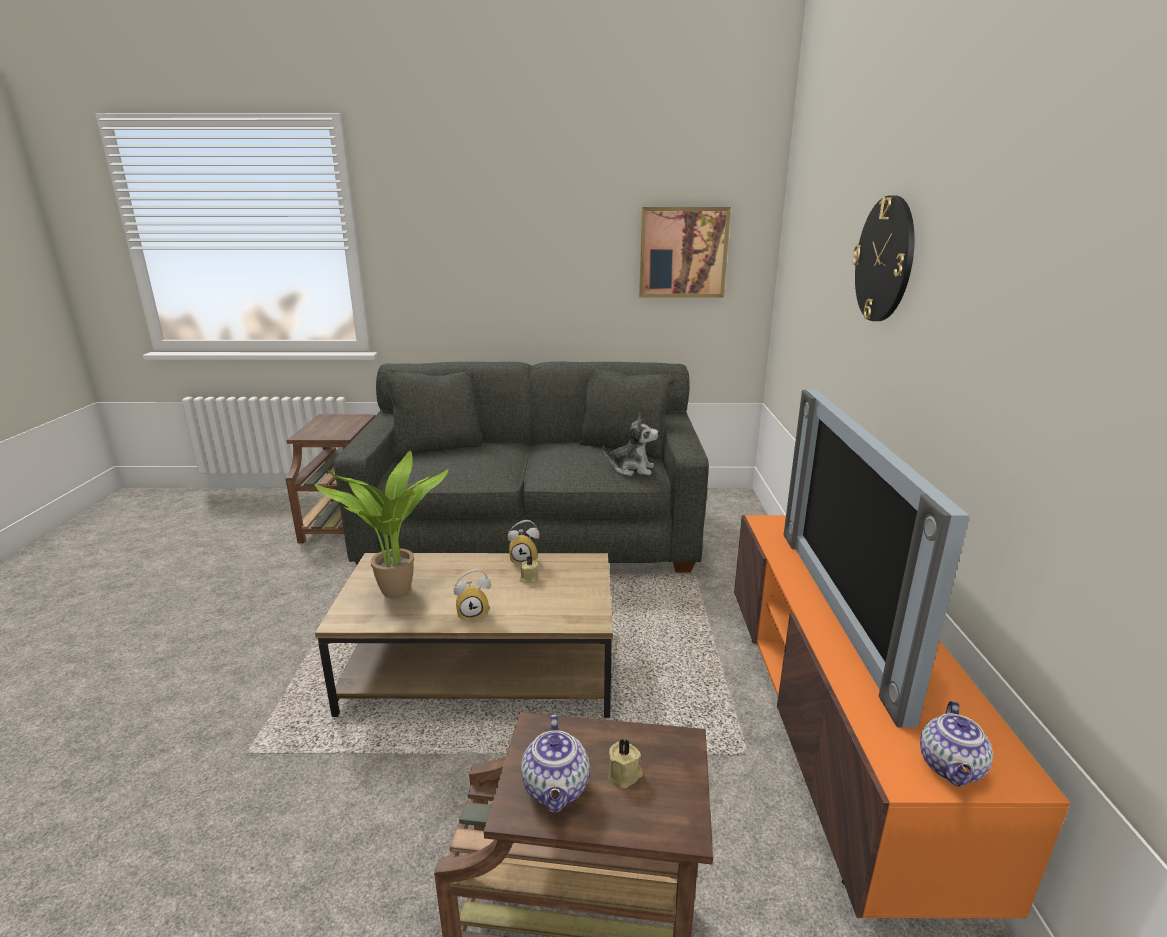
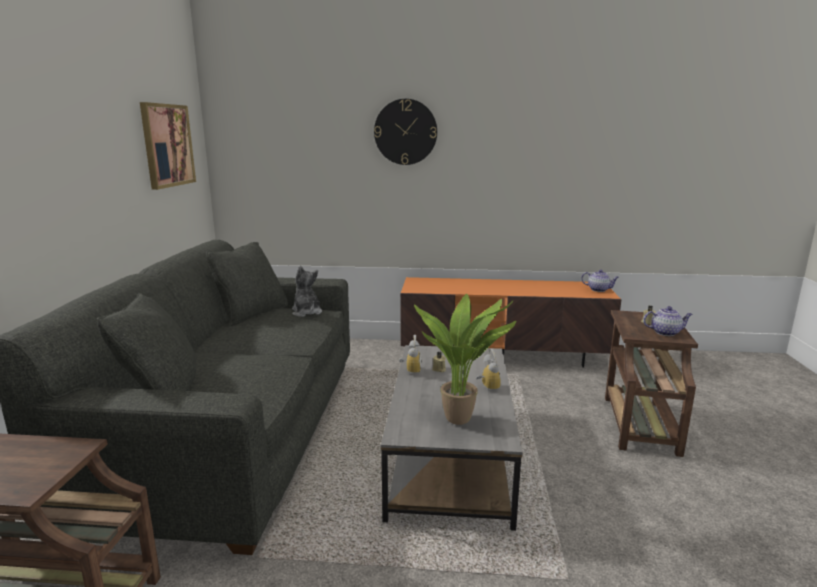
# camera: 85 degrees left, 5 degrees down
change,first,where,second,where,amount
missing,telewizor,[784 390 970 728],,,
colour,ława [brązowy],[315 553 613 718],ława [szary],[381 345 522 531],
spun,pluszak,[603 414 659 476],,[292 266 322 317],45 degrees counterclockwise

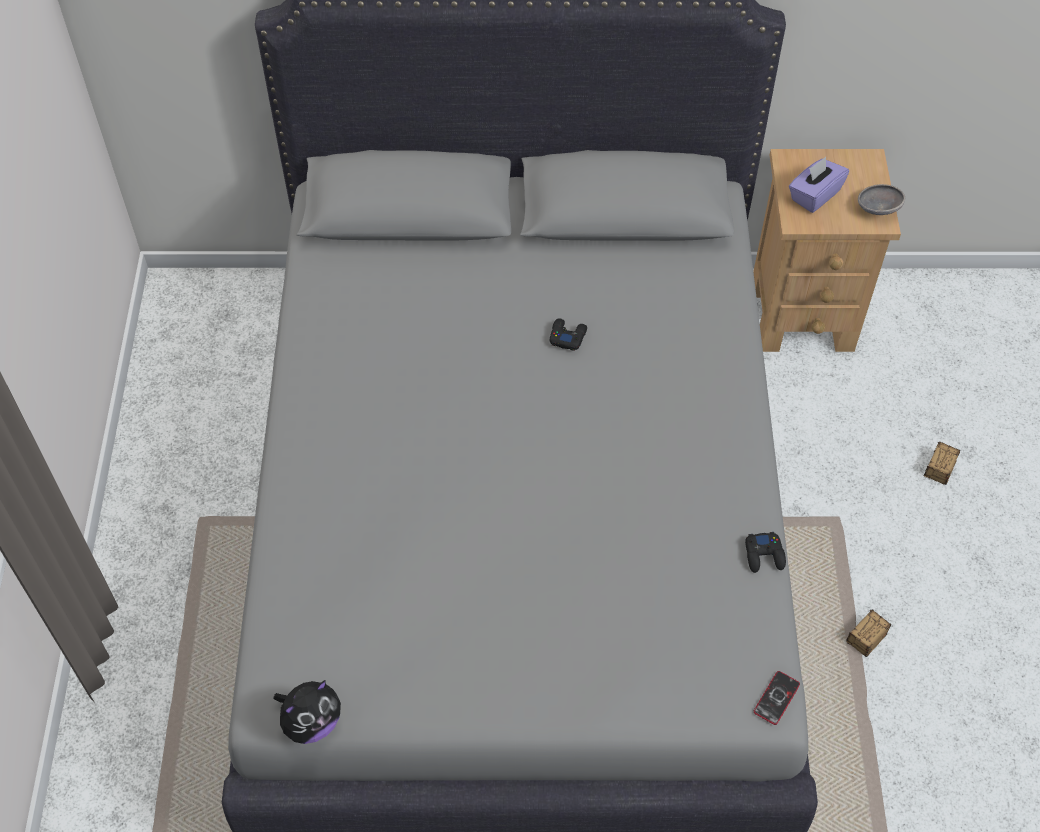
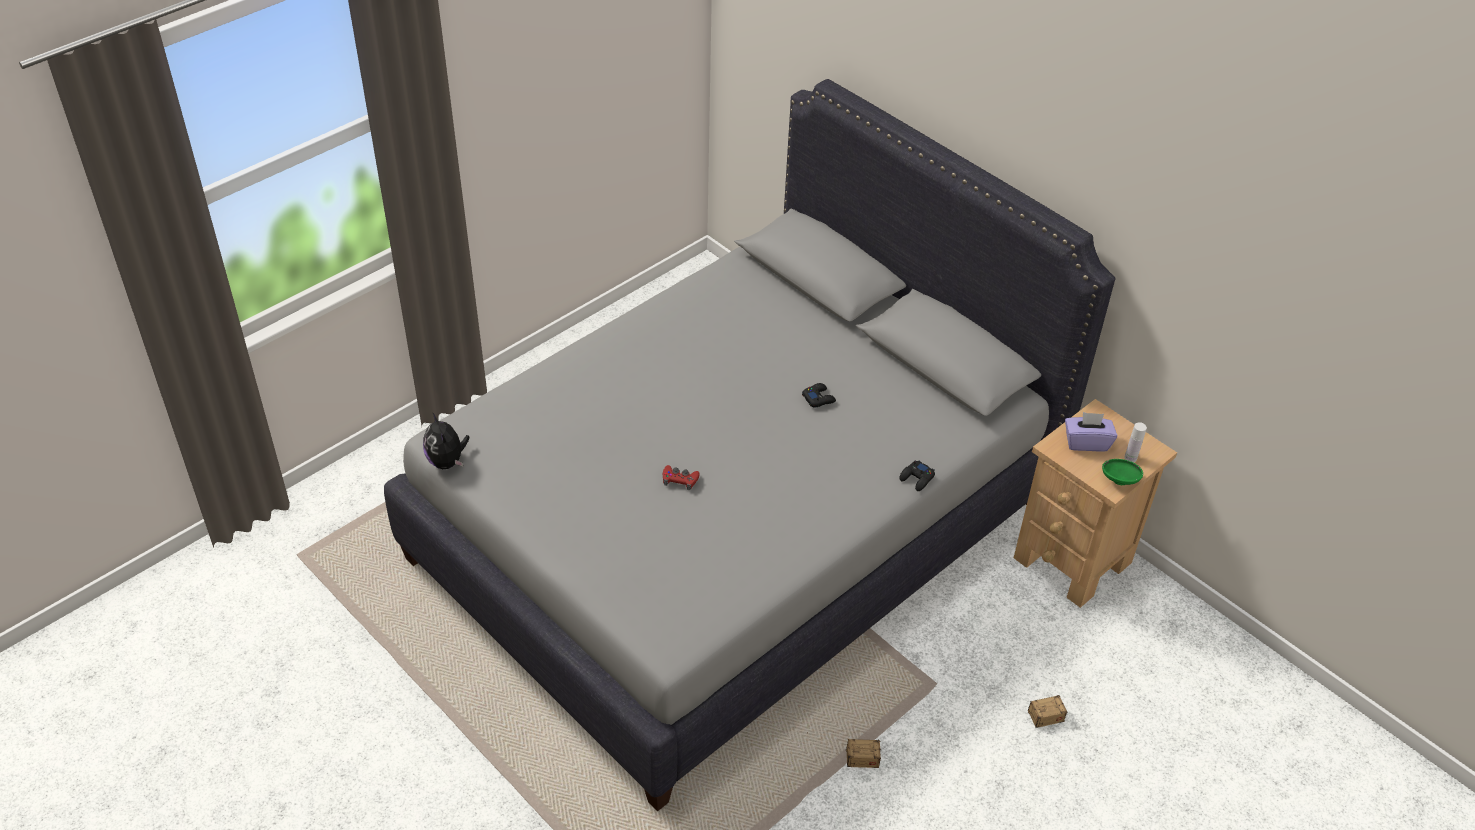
# camera: 45 degrees right, 10 degrees down
change,first,where,second,where,amount
missing,telefon,[754 671 800 725],,,
appeared,,,pad do gier [czerwony],[663 465 699 490],
appeared,,,butelka [biały],[1124 422 1147 463],
relocated,pad do gier [czarny],[745 532 786 573],,[899 461 935 491],
colour,miska [szary],[858 184 905 215],miska [zielony],[1102 459 1143 485],
spun,pluszak,[273 680 341 744],,[423 412 469 469],60 degrees clockwise

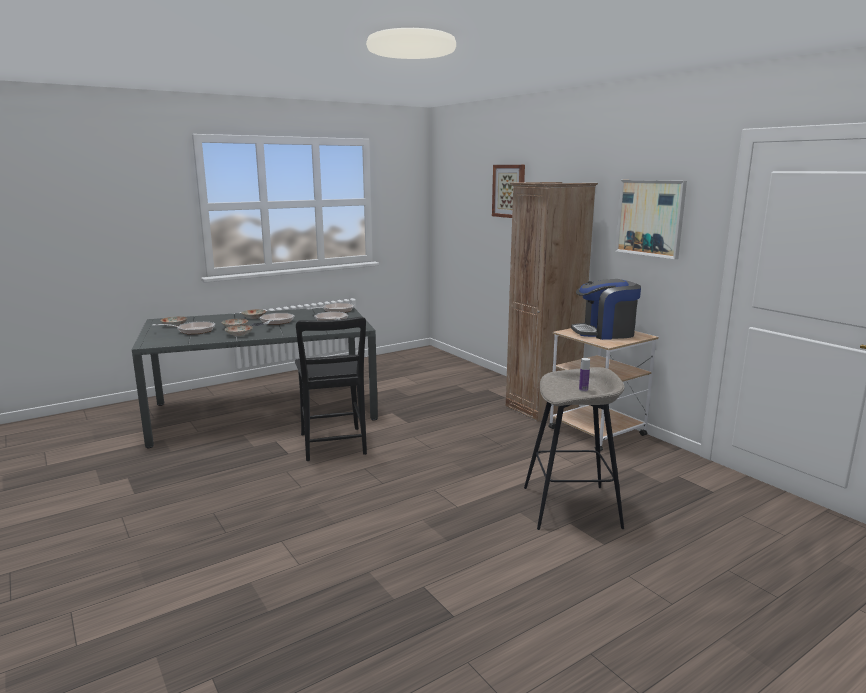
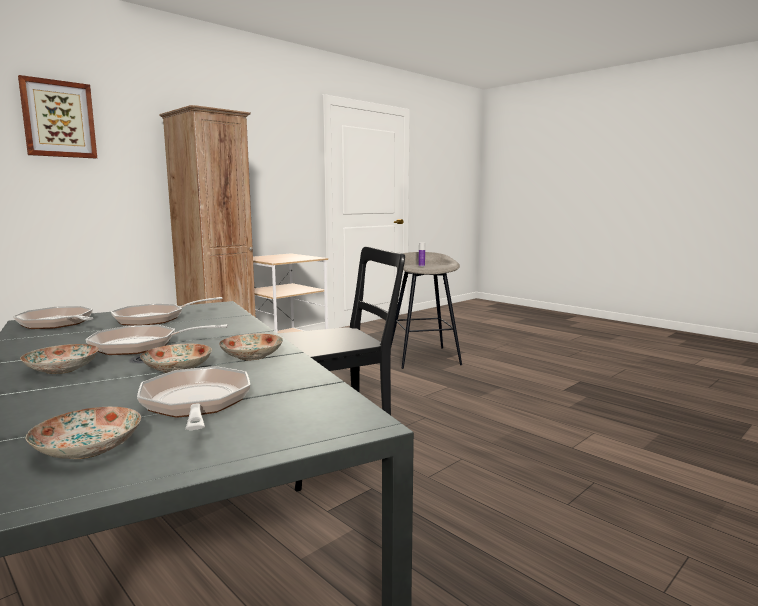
# camera: 100 degrees left, 5 degrees down
change,first,where,second,where,amount
missing,ekspres do kawy,[571 279 641 340],,,
missing,obraz,[615 180 687 259],,,

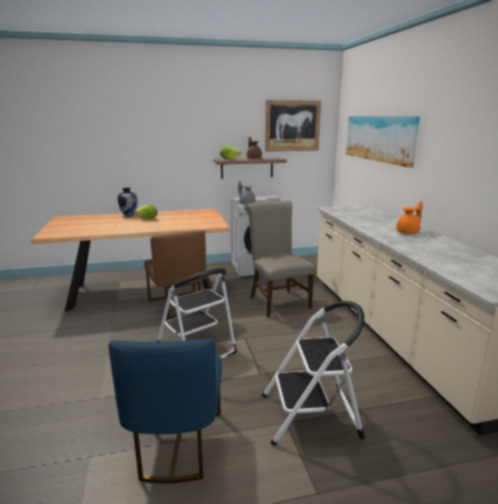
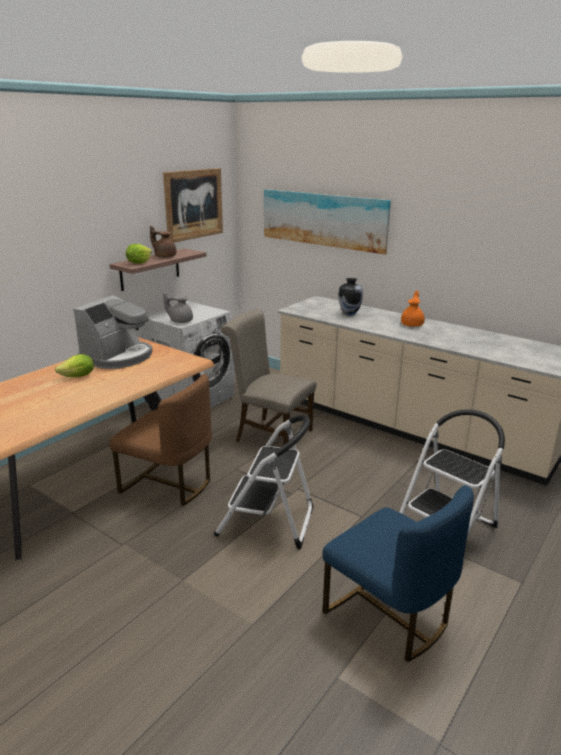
# camera: 40 degrees left, 5 degrees up
change,first,where,second,where,amount
appeared,,,ekspres do kawy,[73 295 153 369],
relocated,wazon,[118 188 137 216],,[338 278 363 316],

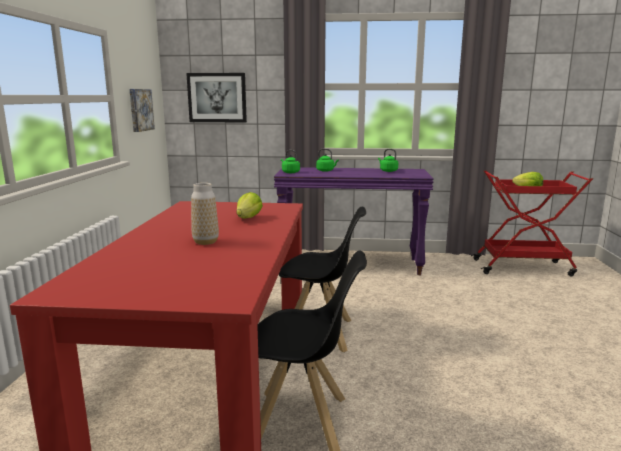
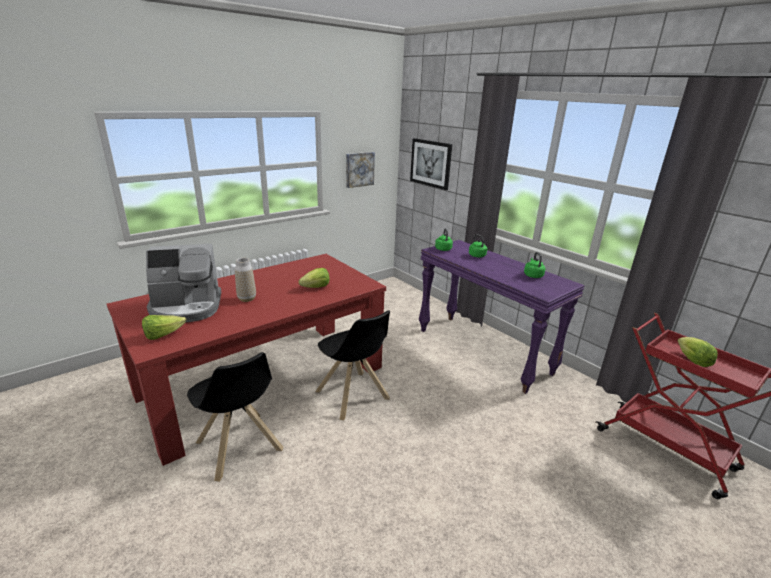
# camera: 45 degrees right, 10 degrees up
change,first,where,second,where,amount
appeared,,,sałata,[142 315 186 340],
appeared,,,ekspres do kawy,[146 244 221 322],

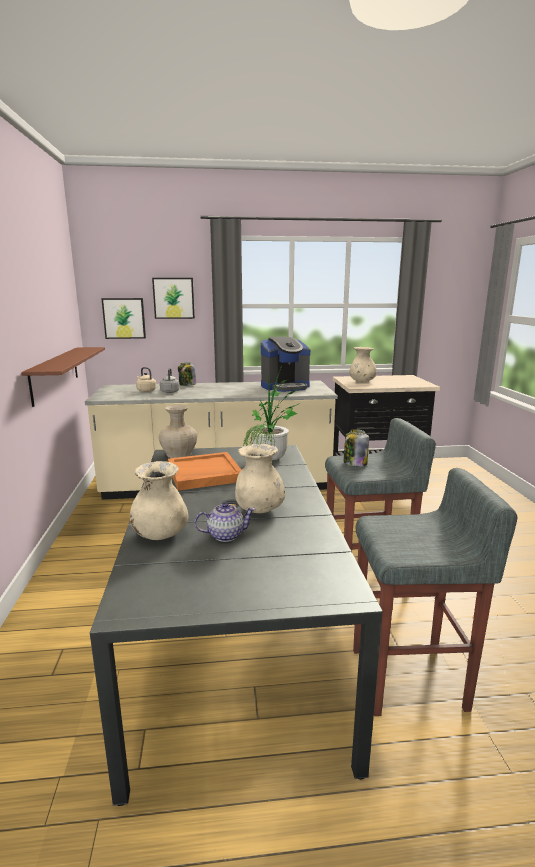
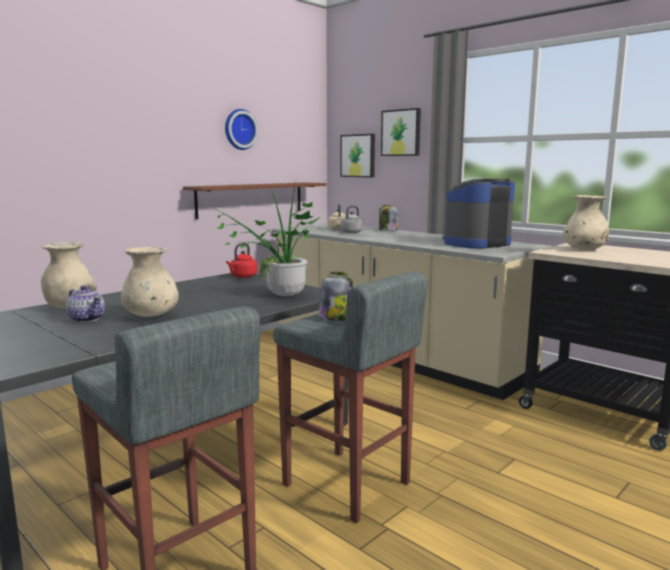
# camera: 50 degrees right, 5 degrees down
change,first,where,second,where,amount
missing,taca [pomarańczowy],[168 452 241 491],,,
appeared,,,zegar ścienny,[225 109 258 150],
exchanged,wazon [beżowy],[159 405 197 458],czajnik [czerwony],[226 243 258 278],
spun,ekspres do kawy,[261 337 310 392],,[442 178 515 249],120 degrees clockwise

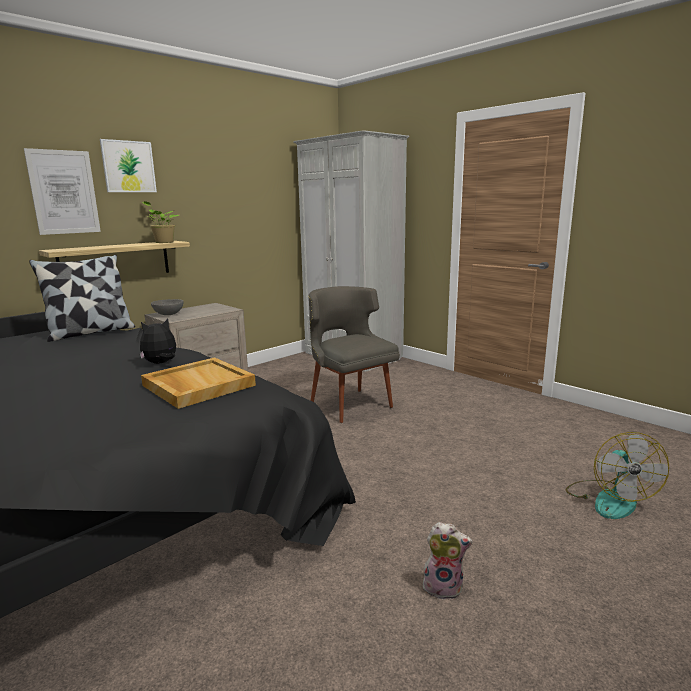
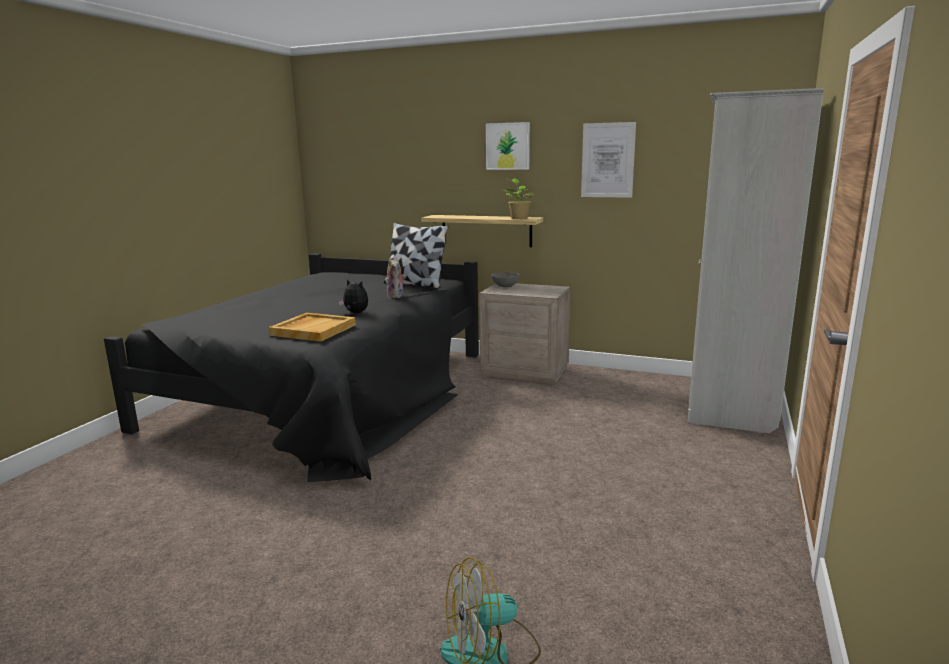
# camera: 65 degrees right, 0 degrees up
change,first,where,second,where,amount
missing,krzesło [szary],[309 286 400 423],,,
relocated,obraz,[24 148 101 235],,[581 122 636 198],
relocated,pluszak,[423 522 473 600],,[387 254 405 298],

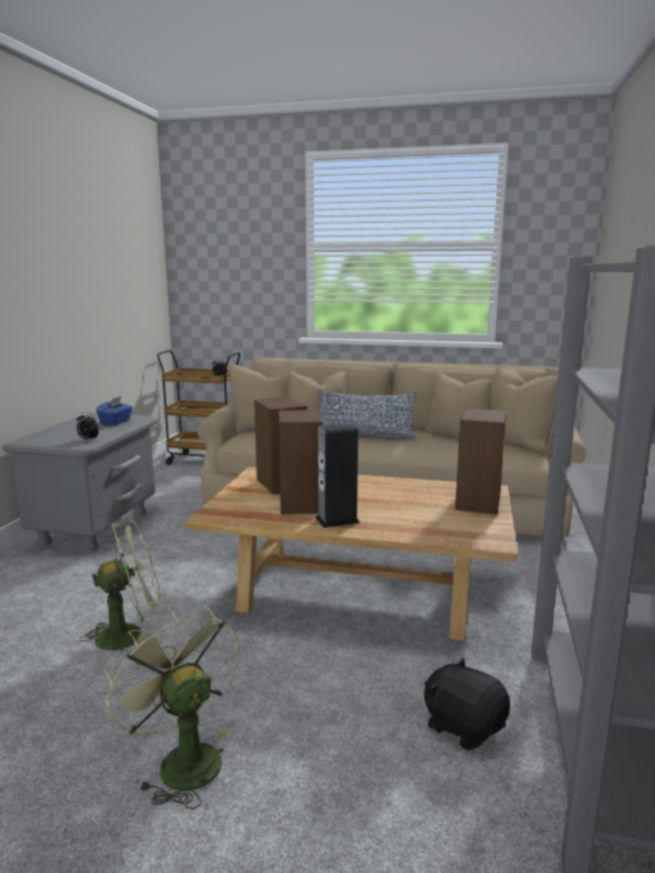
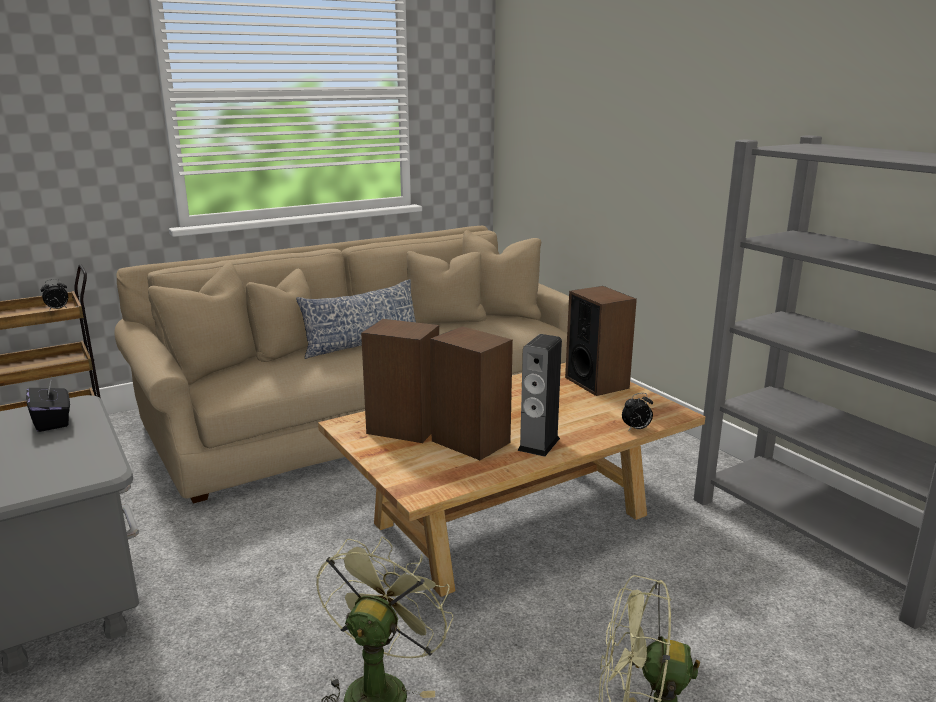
# camera: 45 degrees left, 5 degrees up
change,first,where,second,where,amount
missing,pluszak [czarny],[424 658 510 750],,,
relocated,budzik,[77 412 99 440],,[622 393 653 430],
colour,pudełko chusteczek [niebieski],[96 396 133 425],pudełko chusteczek [czarny],[26 377 70 432],

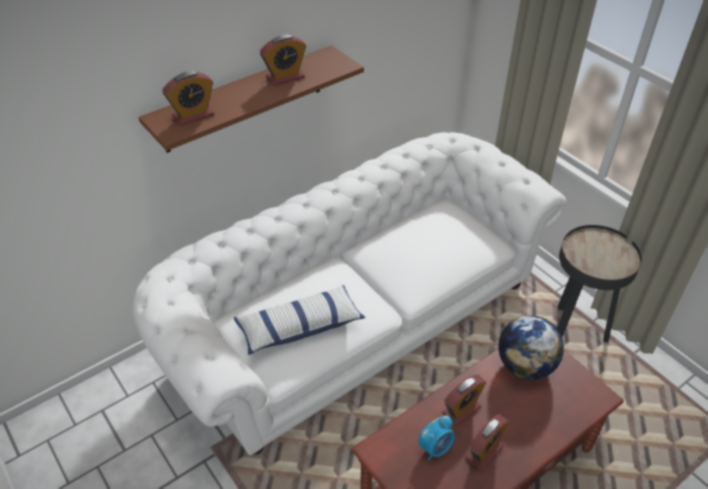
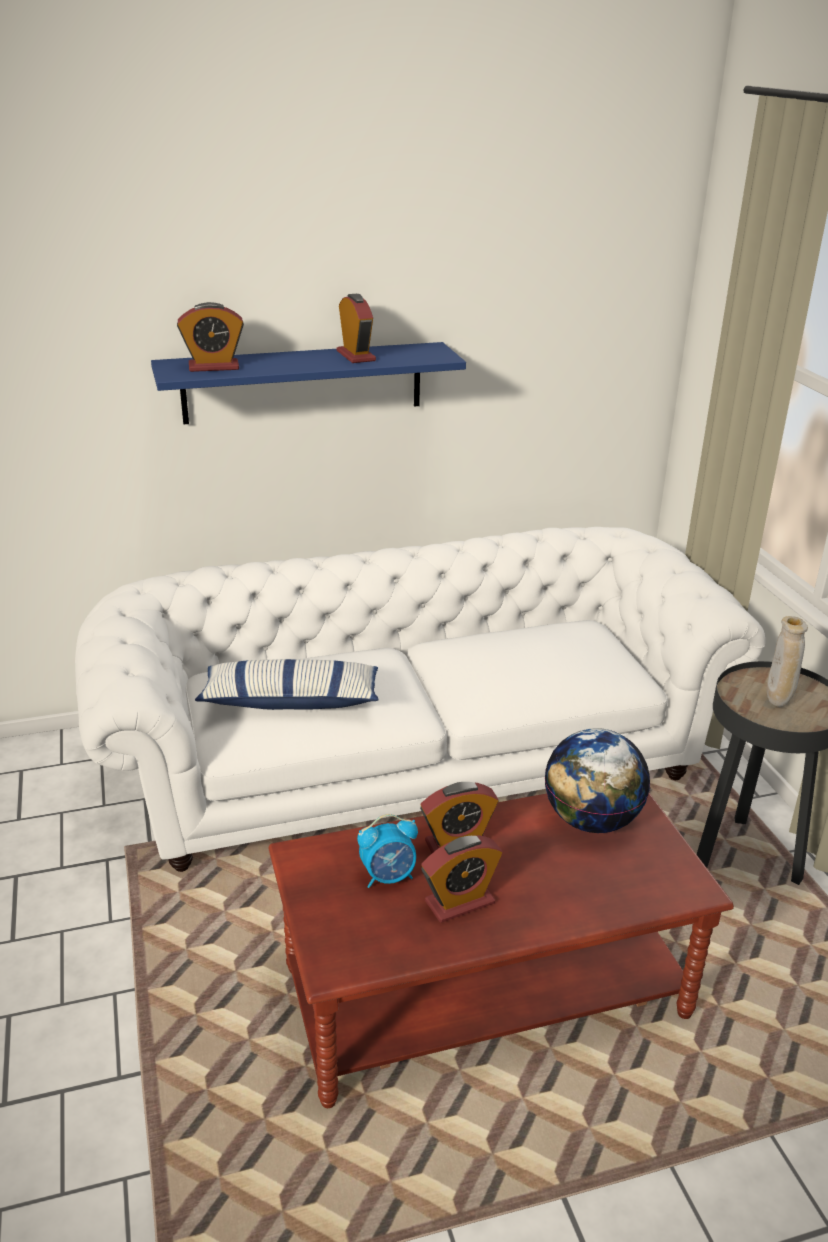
# camera: 20 degrees right, 15 degrees down
change,first,where,second,where,amount
appeared,,,wazon [beżowy],[767 616 808 707],
colour,półka [brązowy],[138 45 364 153],półka [niebieski],[151 342 466 424],
spun,budzik,[260 35 306 86],,[337 294 376 363],105 degrees counterclockwise

